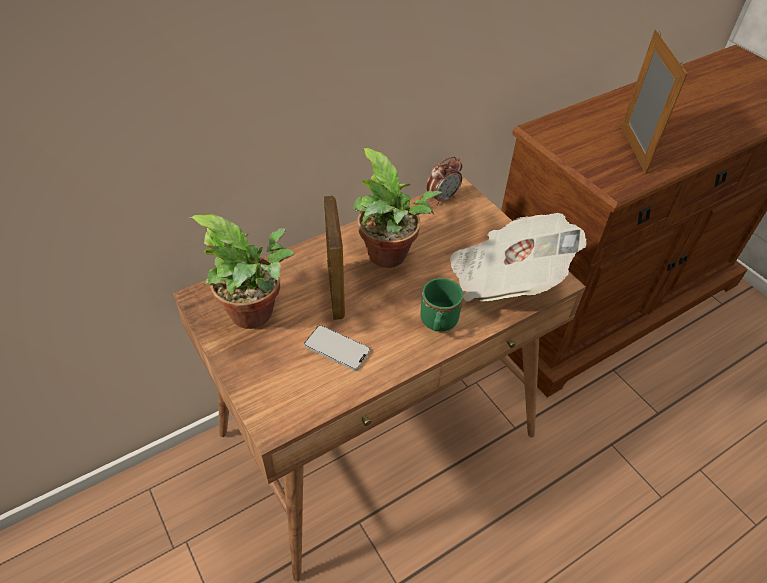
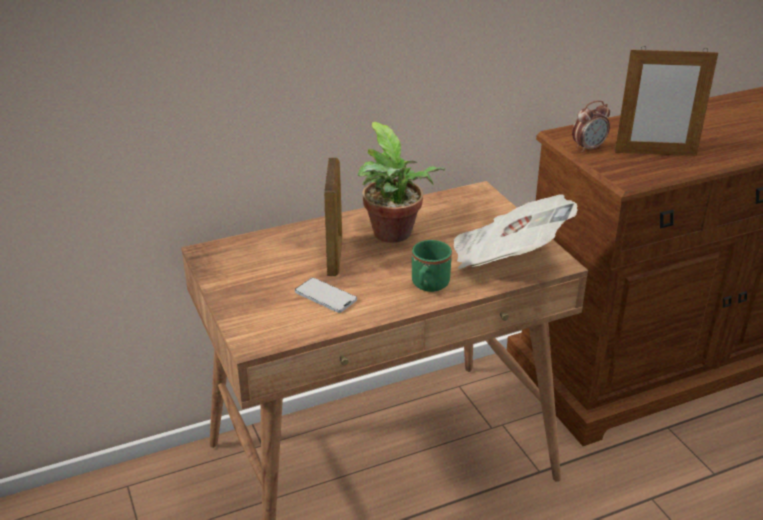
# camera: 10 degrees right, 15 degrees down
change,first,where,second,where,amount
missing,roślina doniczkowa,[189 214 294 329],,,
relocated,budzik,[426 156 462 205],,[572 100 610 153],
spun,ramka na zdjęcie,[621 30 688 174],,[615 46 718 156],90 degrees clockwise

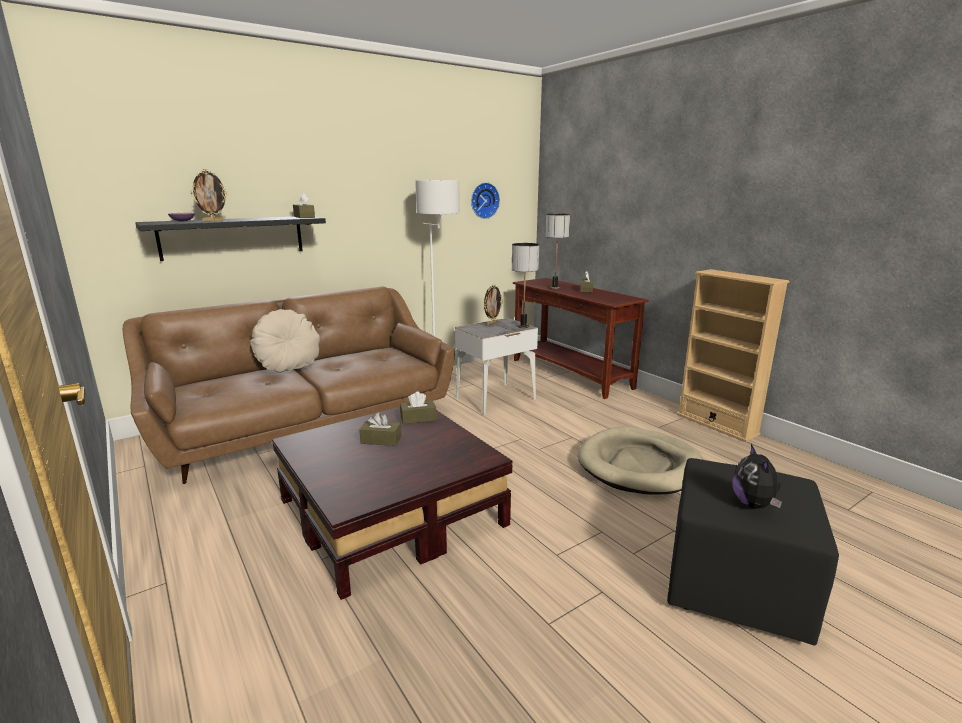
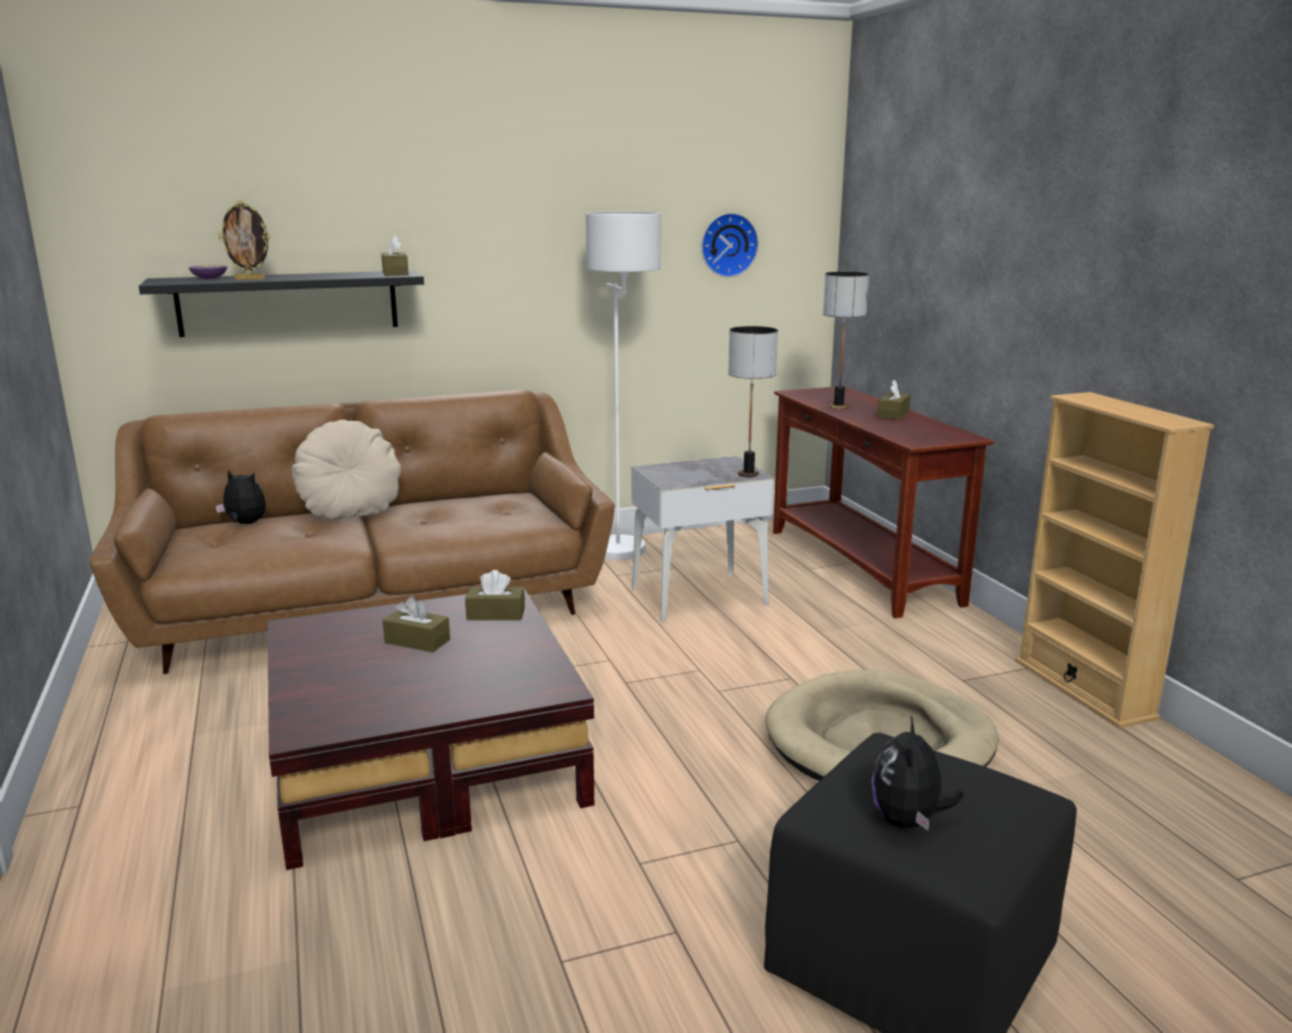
# camera: 15 degrees right, 0 degrees up
change,first,where,second,where,amount
missing,ramka na zdjęcie,[484 284 503 325],,,
appeared,,,pluszak,[215 470 266 524],

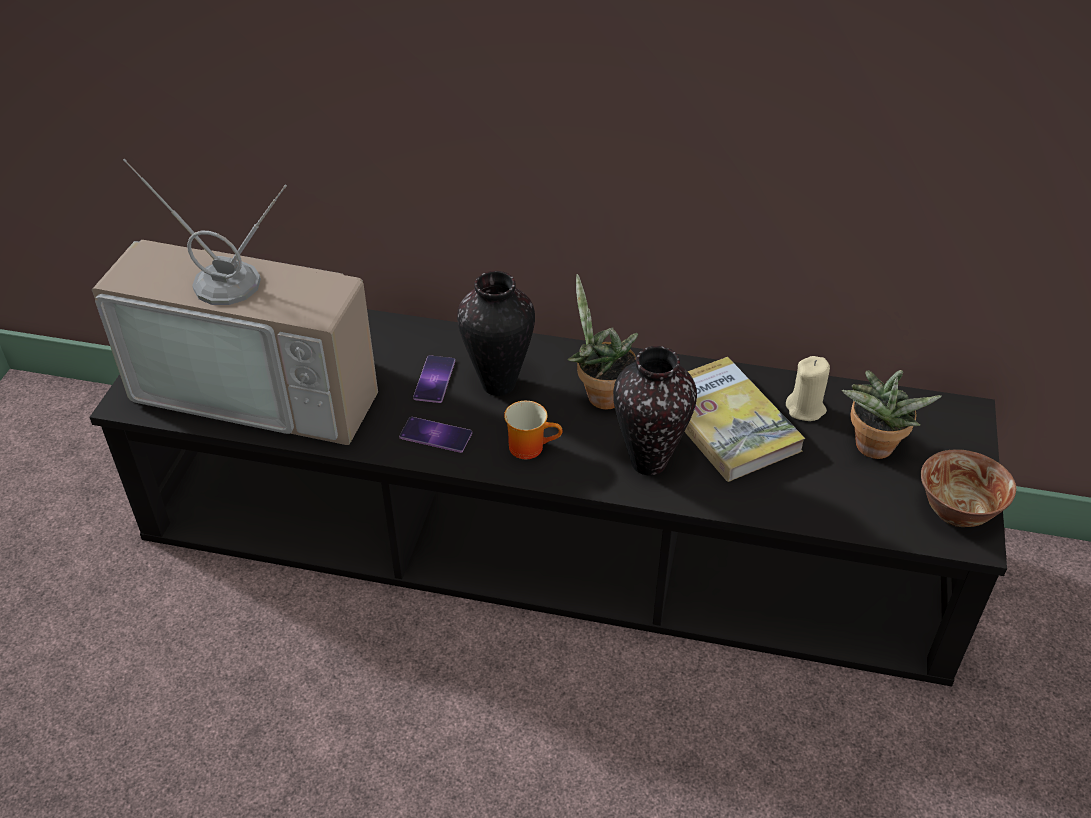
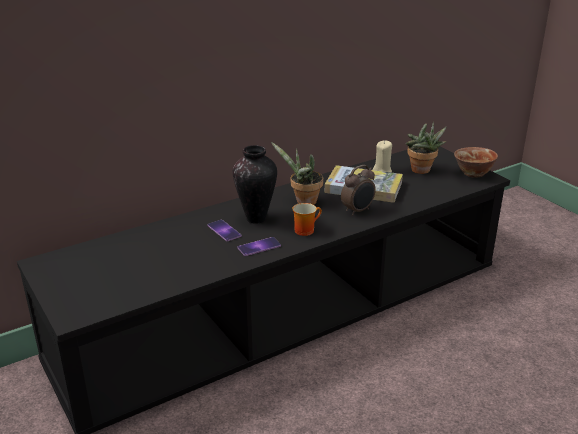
# camera: 45 degrees left, 15 degrees down
change,first,where,second,where,amount
missing,telewizor,[92 159 378 445],,,
exchanged,wazon,[613 346 697 475],budzik,[341 165 376 216],

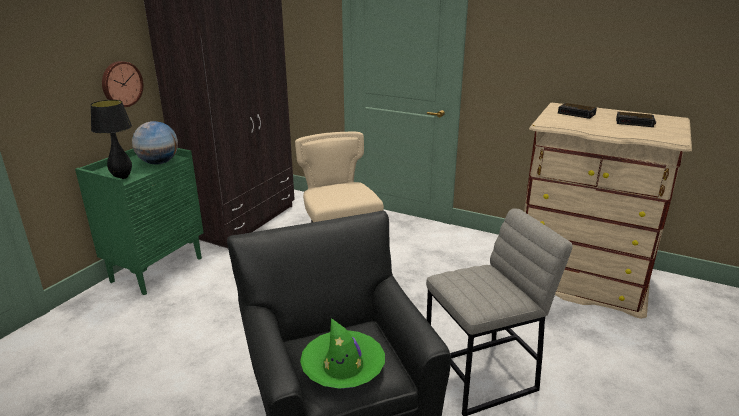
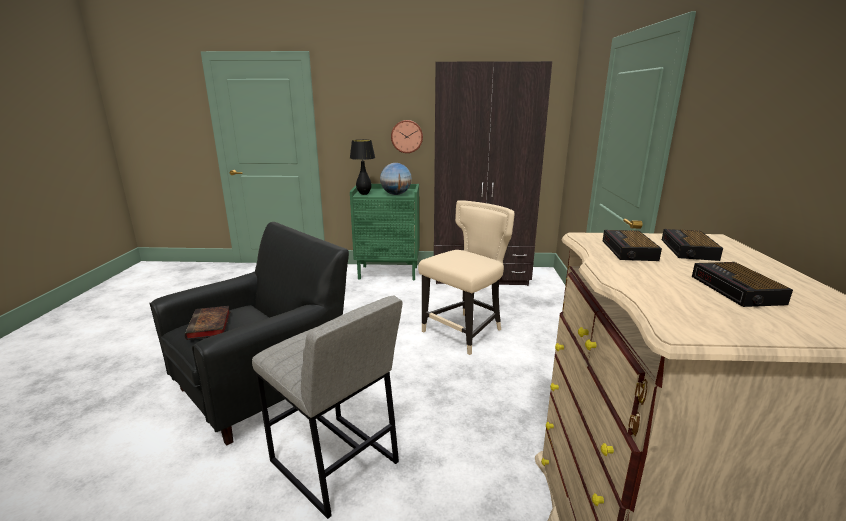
# camera: 65 degrees right, 5 degrees down
change,first,where,second,where,amount
appeared,,,budzik,[603 230 662 261],
exchanged,kapelusz [zielony],[300 318 385 389],książka,[185 306 230 340],

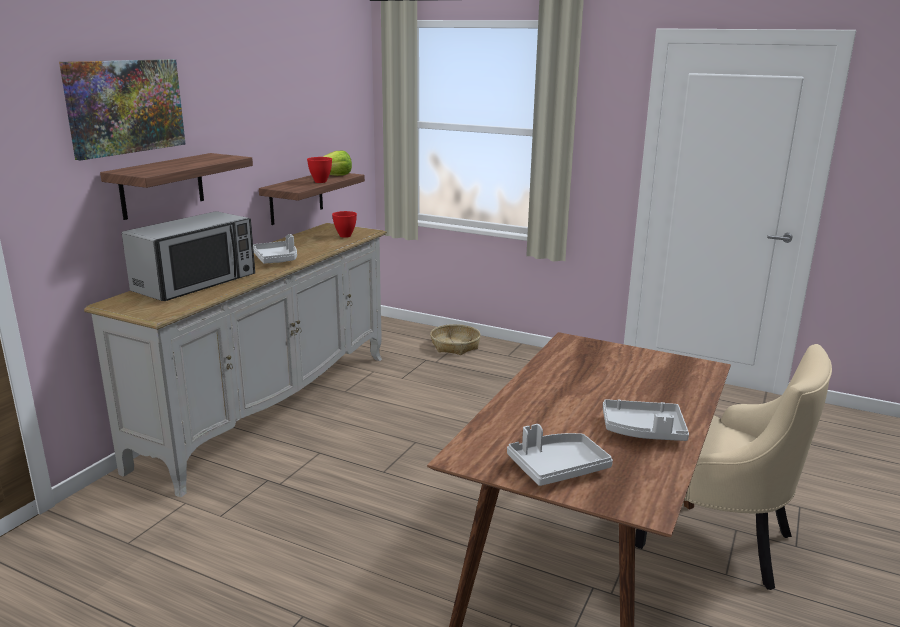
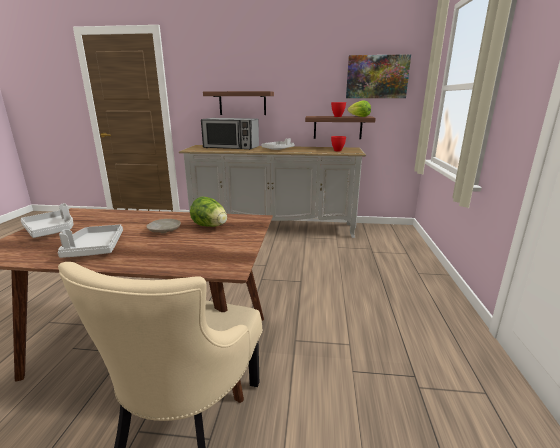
# camera: 70 degrees right, 0 degrees up
change,first,where,second,where,amount
missing,koszyk,[430 324 481 355],,,
appeared,,,talerz [beżowy],[147 219 181 234],
appeared,,,sałata,[190 197 227 227],
relocated,obraz,[59 59 185 160],,[346 54 411 98],

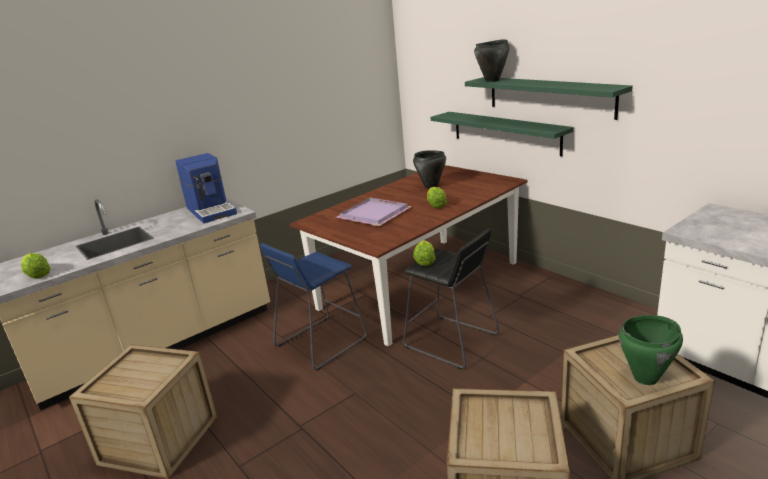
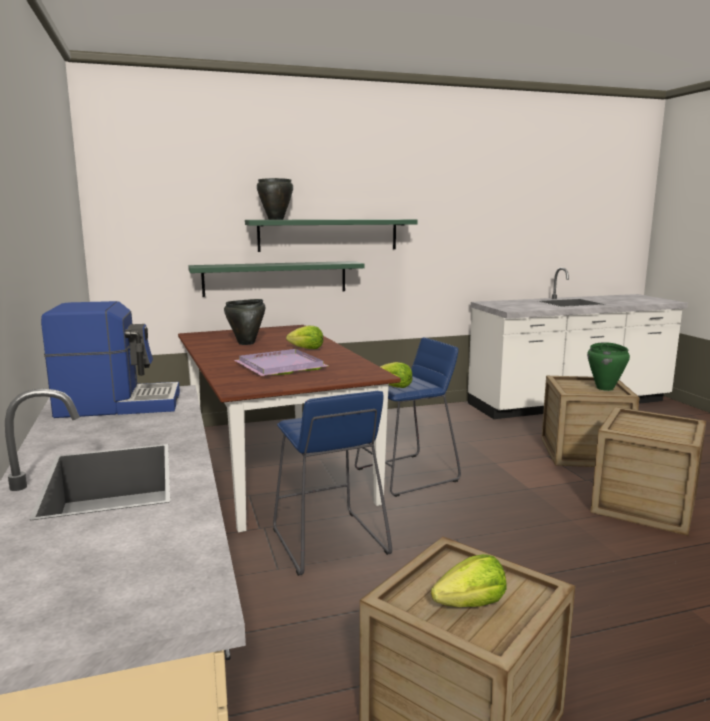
# camera: 70 degrees left, 10 degrees down
change,first,where,second,where,amount
relocated,sałata,[21 253 51 279],,[431 554 507 607],
colour,stołek [czarny],[403 228 499 369],stołek [niebieski],[355 337 461 497],

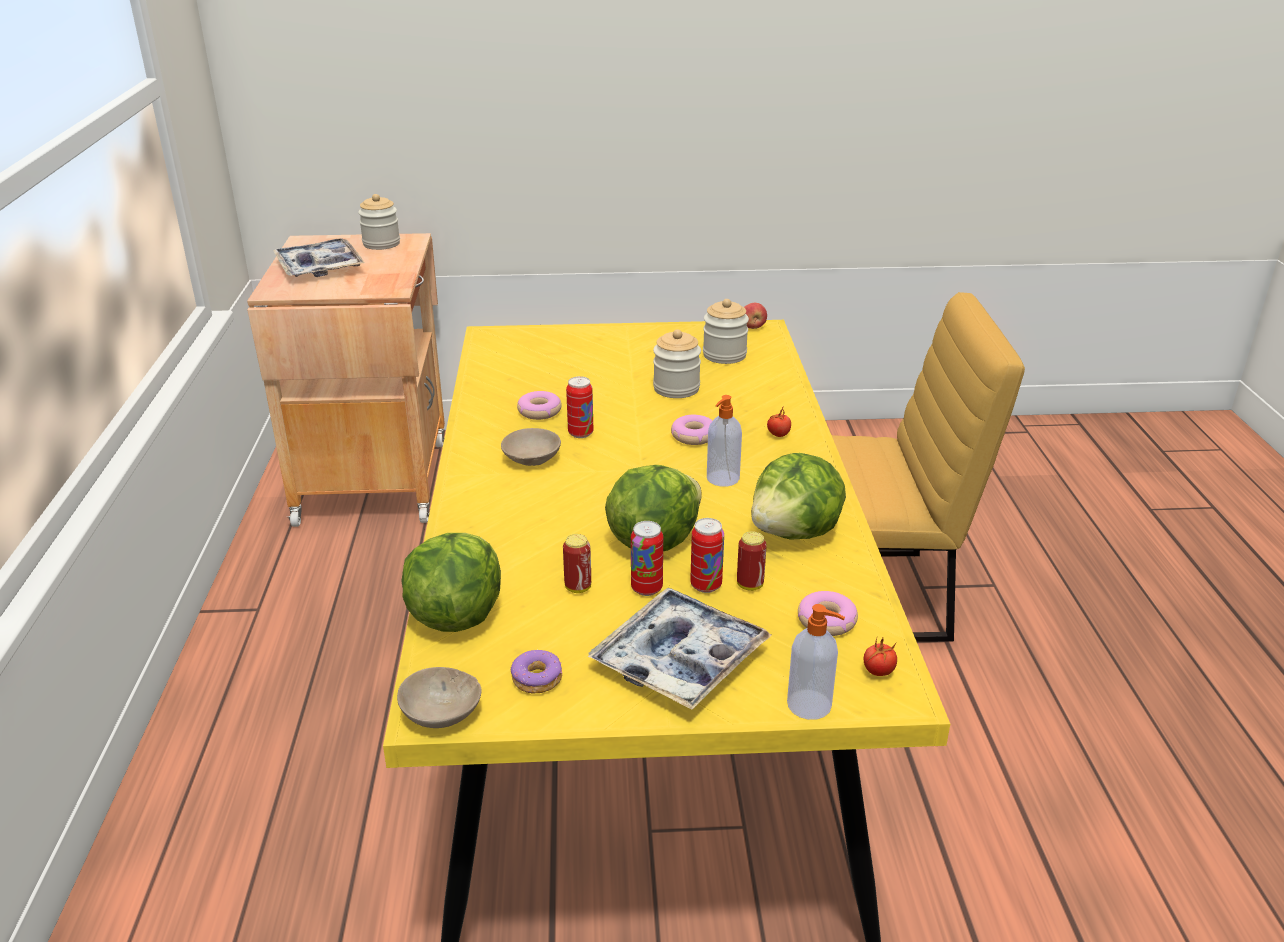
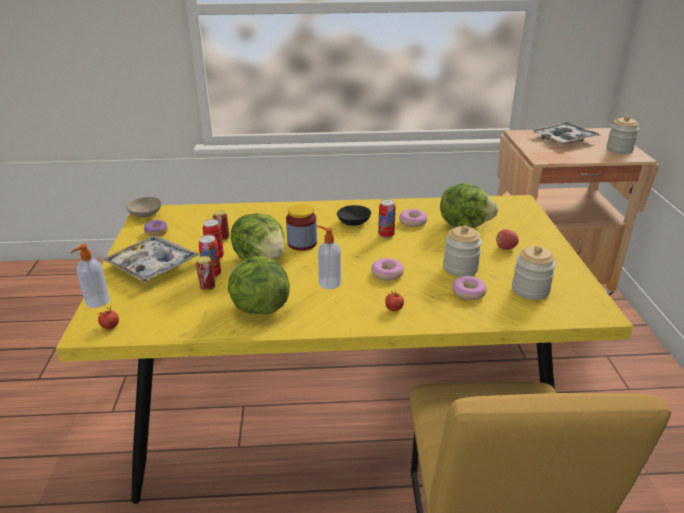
# camera: 90 degrees right, 0 degrees up
change,first,where,second,where,amount
appeared,,,słoik,[286 204 317 251],
relocated,sałata,[401 533 501 632],,[440 183 498 228],
relocated,jabłko,[744 303 767 329],,[496 229 519 250],
relocated,donut,[798 591 858 636],,[452 276 487 300],
colour,miska [beżowy],[501 428 561 466],miska [czarny],[337 205 371 226],

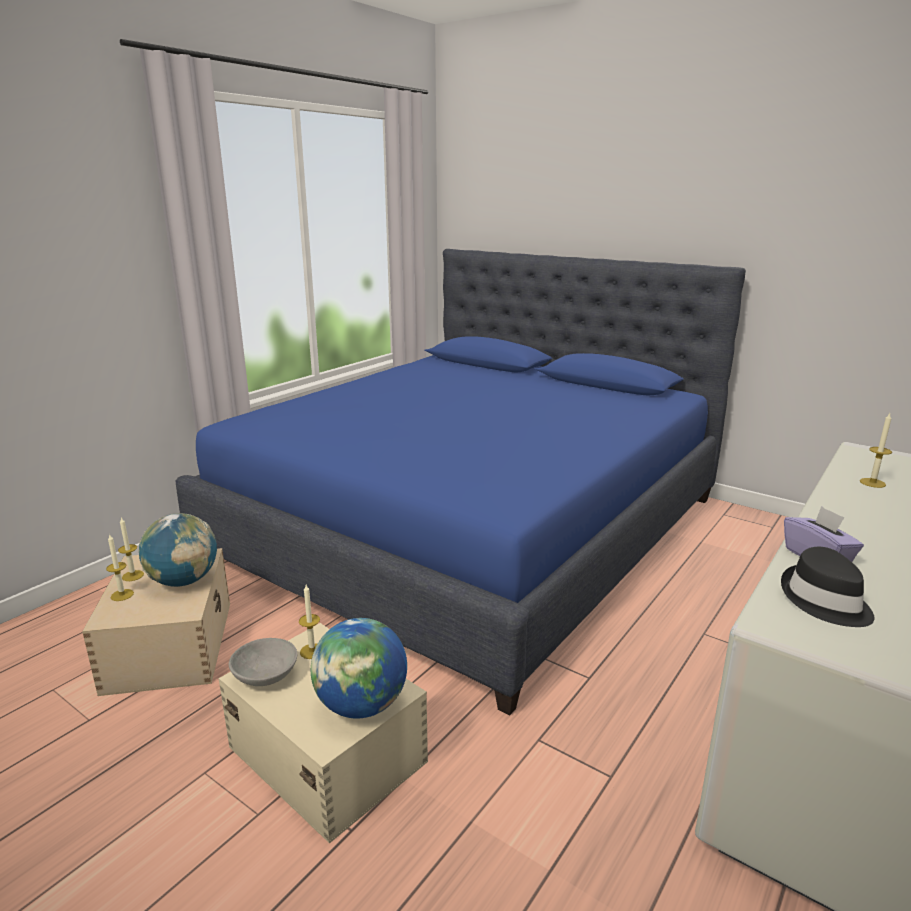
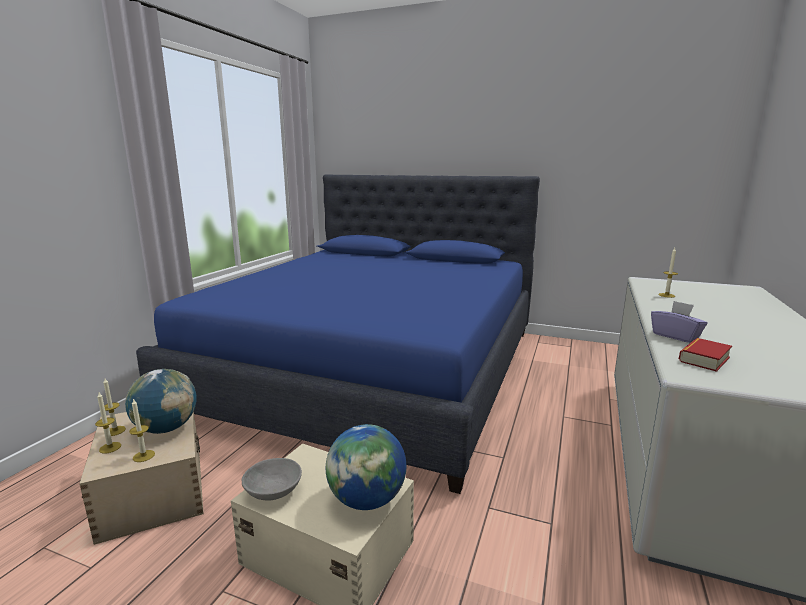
# camera: 15 degrees left, 5 degrees down
change,first,where,second,where,amount
relocated,świeca,[299 585 320 659],,[129 399 155 462],
exchanged,kapelusz [czarny],[781 547 874 627],książka,[679 338 732 372],

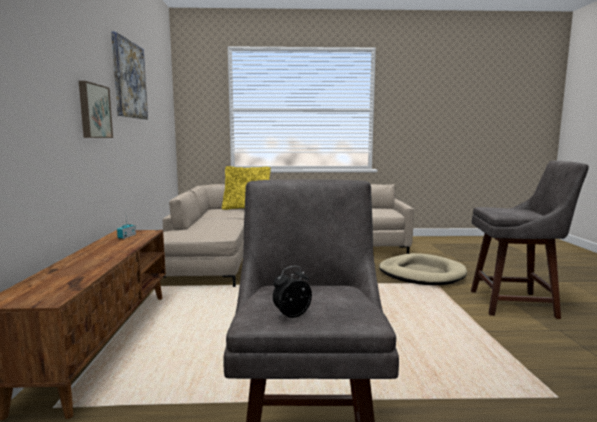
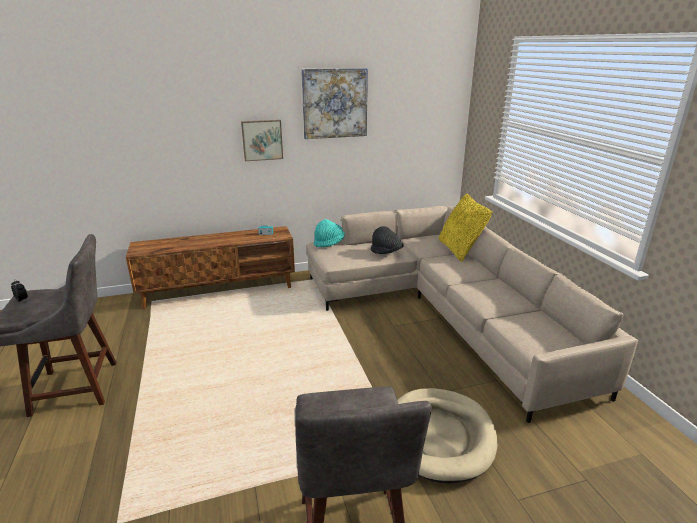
# camera: 75 degrees right, 15 degrees up
change,first,where,second,where,amount
appeared,,,kapelusz [turkusowy],[314 219 345 247],
appeared,,,kapelusz [czarny],[371 226 404 254],

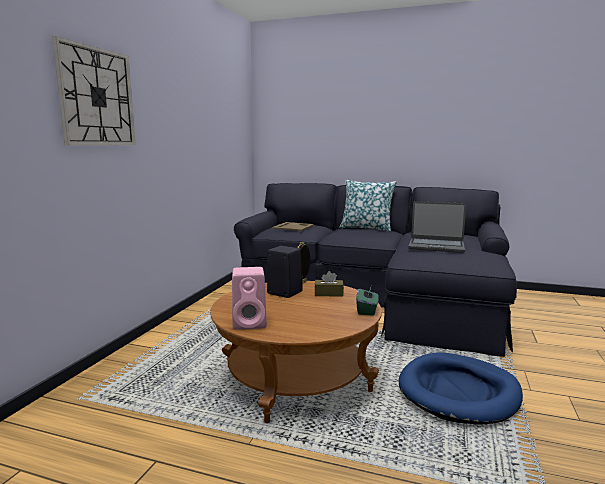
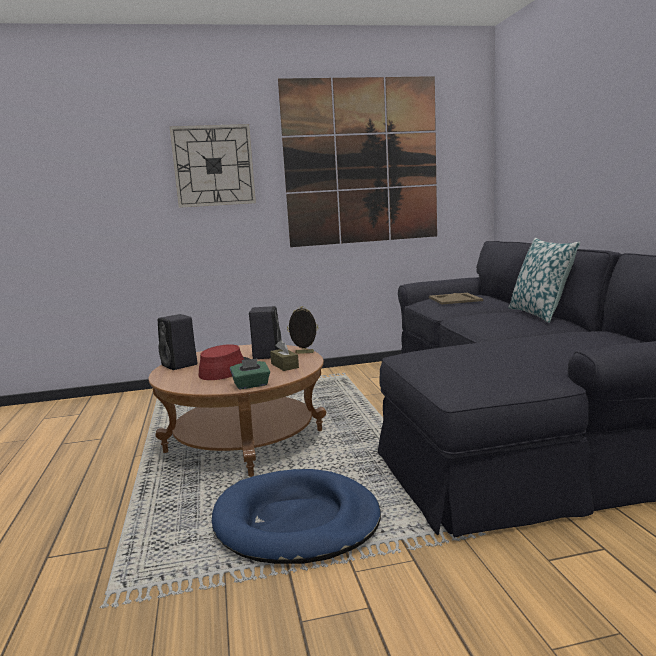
# camera: 60 degrees right, 0 degrees up
change,first,where,second,where,amount
missing,laptop,[408 201 466 253],,,
appeared,,,kapelusz [czerwony],[199 344 250 380],
appeared,,,obraz,[278 76 437 247],
colour,głośnik [różowy],[232 267 267 330],głośnik [czarny],[158 314 197 370],

